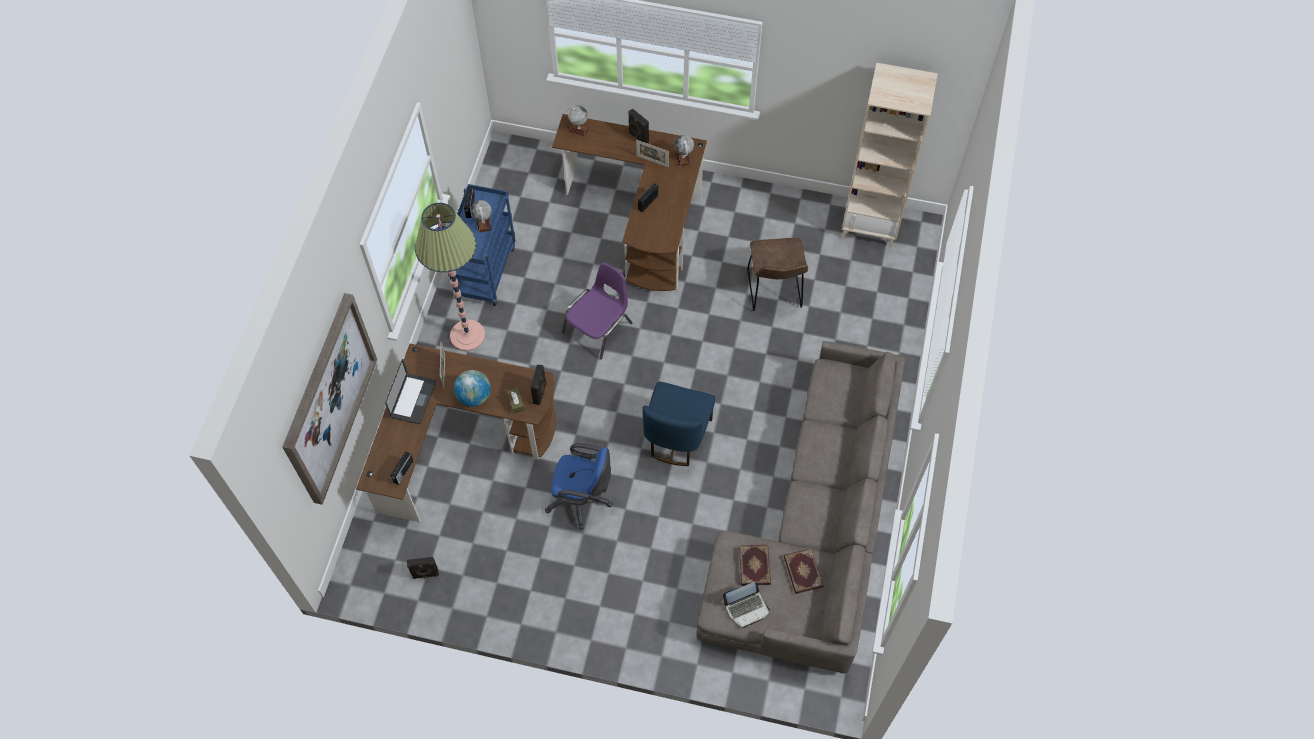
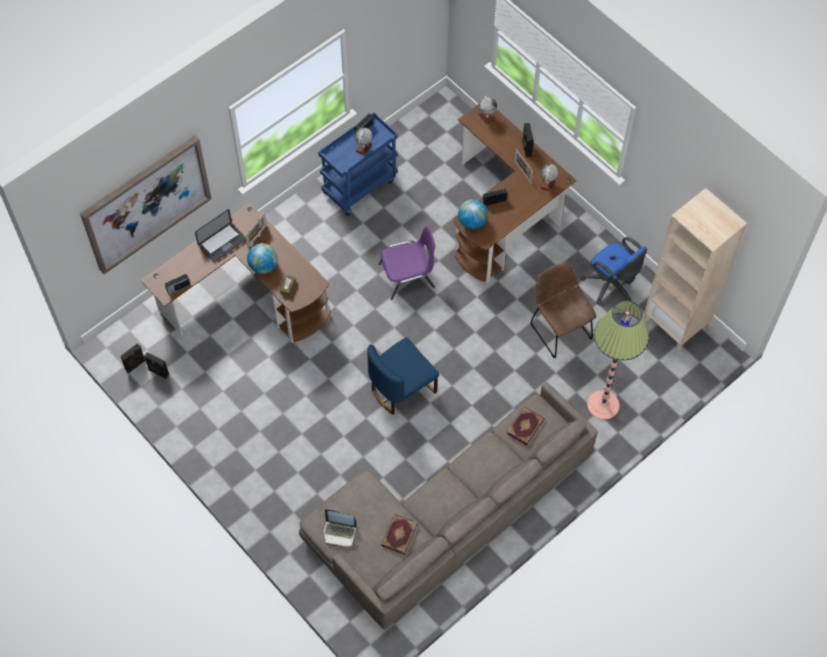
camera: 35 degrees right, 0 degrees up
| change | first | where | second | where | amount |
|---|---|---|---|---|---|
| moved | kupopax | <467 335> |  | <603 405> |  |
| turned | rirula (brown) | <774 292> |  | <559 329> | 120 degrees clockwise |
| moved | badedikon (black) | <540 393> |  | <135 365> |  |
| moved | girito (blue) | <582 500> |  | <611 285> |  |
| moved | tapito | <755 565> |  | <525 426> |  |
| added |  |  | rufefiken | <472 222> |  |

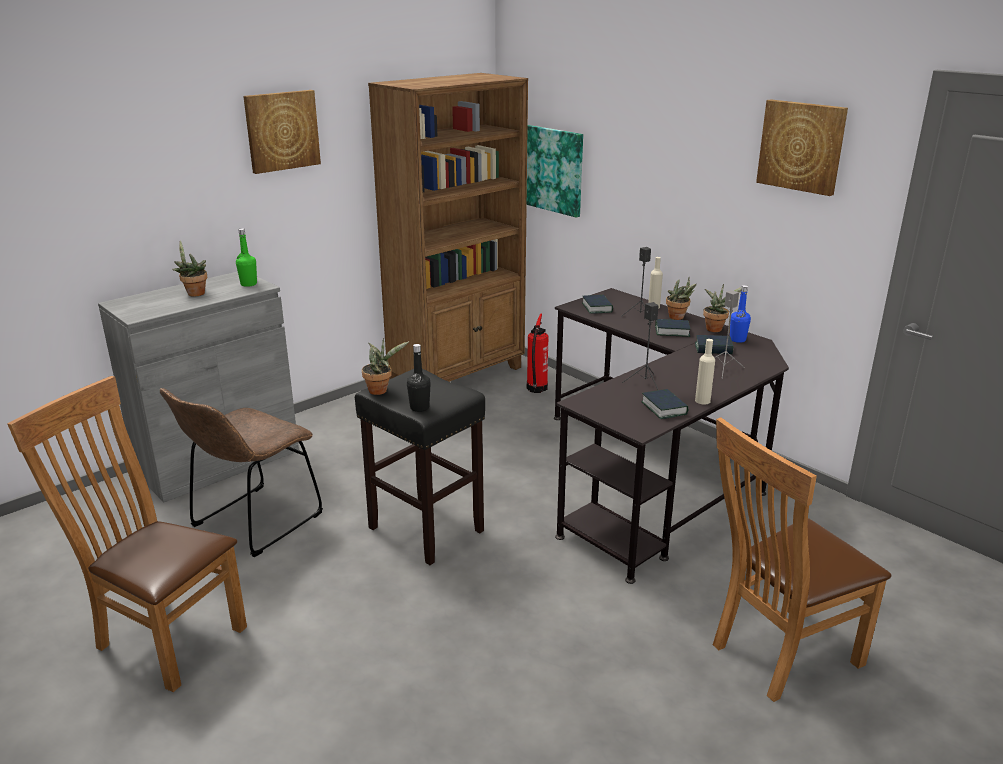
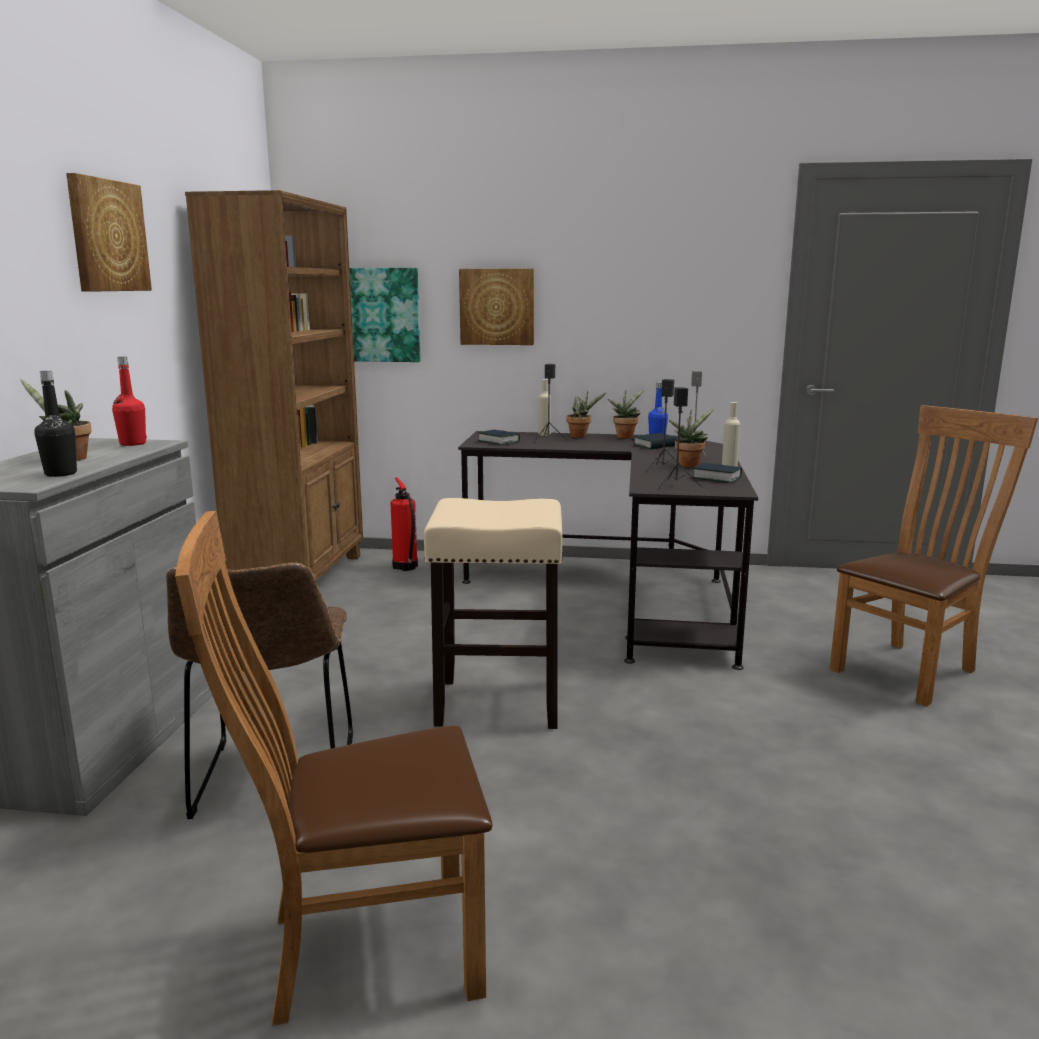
camera: 40 degrees left, 10 degrees down
| change | first | where | second | where | amount |
|---|---|---|---|---|---|
| moved | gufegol | <801 146> |  | <497 307> |  |
| recoloured | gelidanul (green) | <248 284> | gelidanul (red) | <133 443> |  |
| removed | tapito | <672 331> |  |  |  |
| moved | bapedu | <380 390> |  | <689 465> |  |
| moved | gelidanul (black) | <419 407> |  | <61 474> |  |
| recoloured | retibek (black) | <424 529> | retibek (beige) | <496 703> |  |
| turned | rirula (brown) | <778 655> |  | <910 669> | 150 degrees counterclockwise |
| added |  |  | badedikon (black) | <676 485> |  |

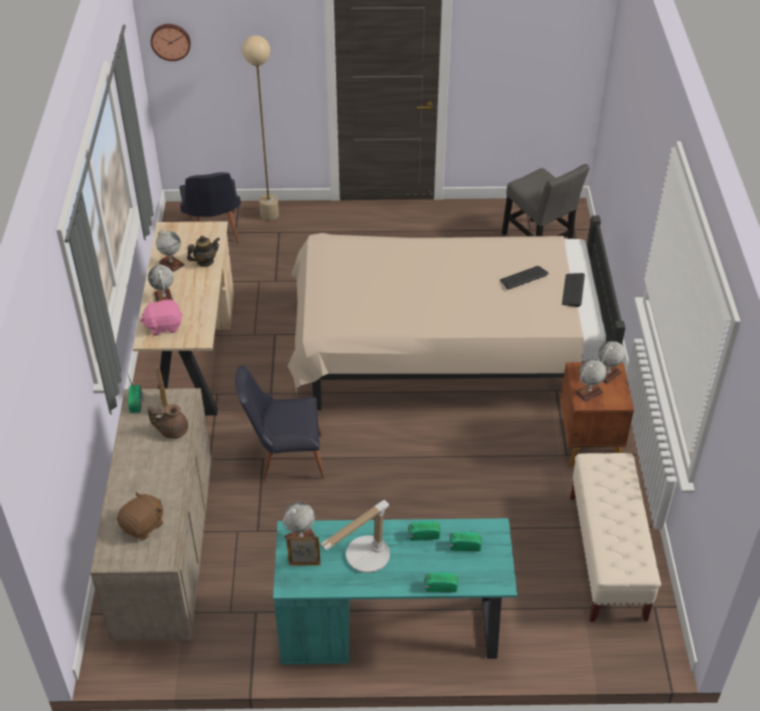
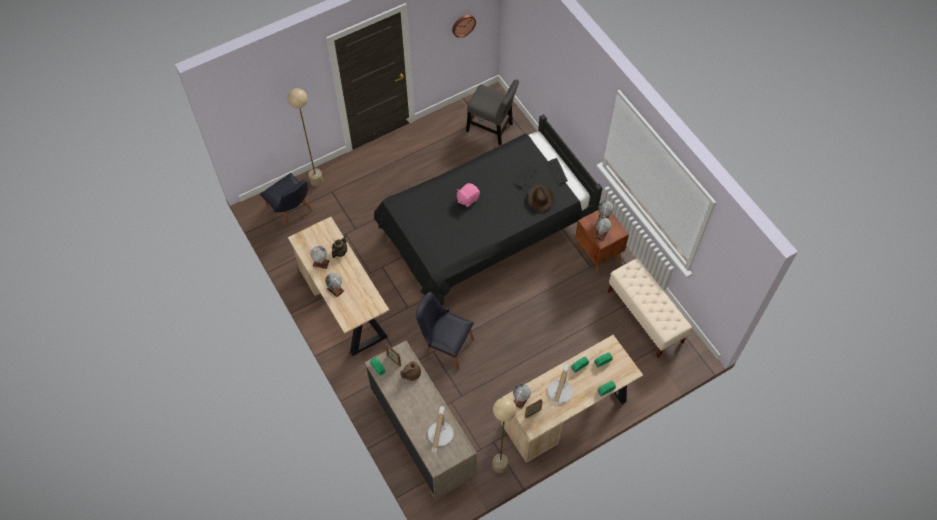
camera: 30 degrees left, 15 degrees up
| change | first | where | second | where | amount |
|---|---|---|---|---|---|
| moved | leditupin | <170 41> |  | <463 25> |  |
| recoloured | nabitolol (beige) | <444 349> | nabitolol (black) | <485 230> |  |
| moved | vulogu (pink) | <163 326> |  | <467 199> |  |
| turned | rirula (black) | <284 458> |  | <445 344> | 60 degrees clockwise |
| replaced | vulogu (brown) | <143 525> | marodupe | <440 437> |  |
| recoloured | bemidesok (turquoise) | <393 628> | bemidesok (beige) | <567 413> |  |
| added |  |  | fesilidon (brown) | <540 198> |  |
| added |  |  | kupopax (beige) | <499 466> |  |

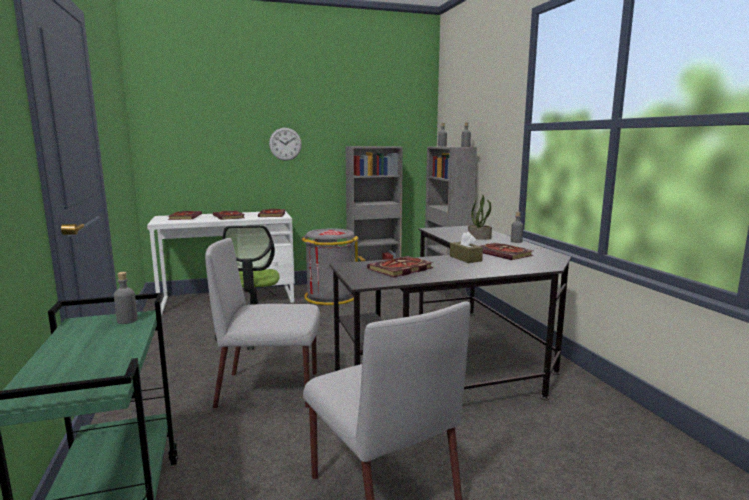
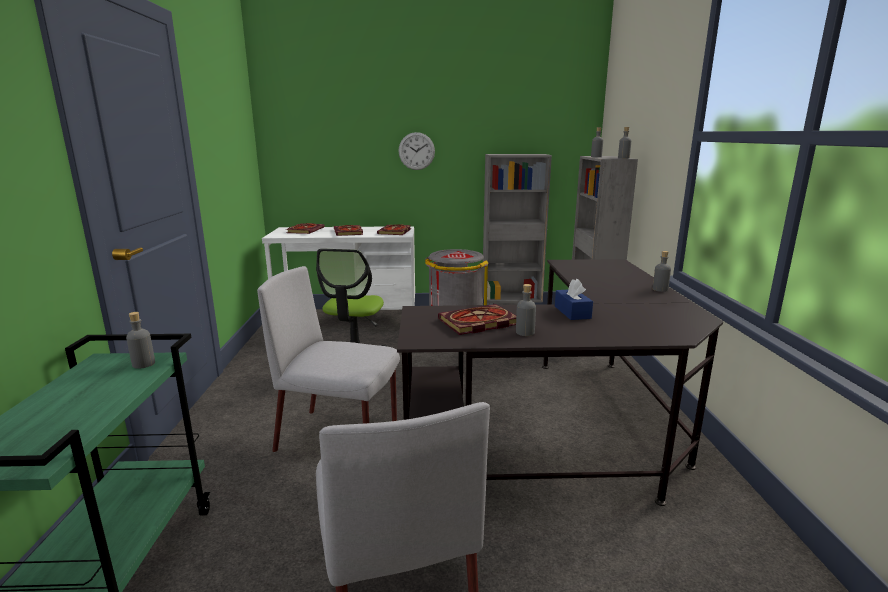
camera: 15 degrees right, 5 degrees up
| change | first | where | second | where | amount |
|---|---|---|---|---|---|
| removed | bapedu | <479 237> |  |  |  |
| recoloured | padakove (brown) | <465 258> | padakove (blue) | <572 312> |  |
| removed | tapito | <504 254> |  |  |  |
| added |  |  | gelidanul (grey) | <525 332> |  |

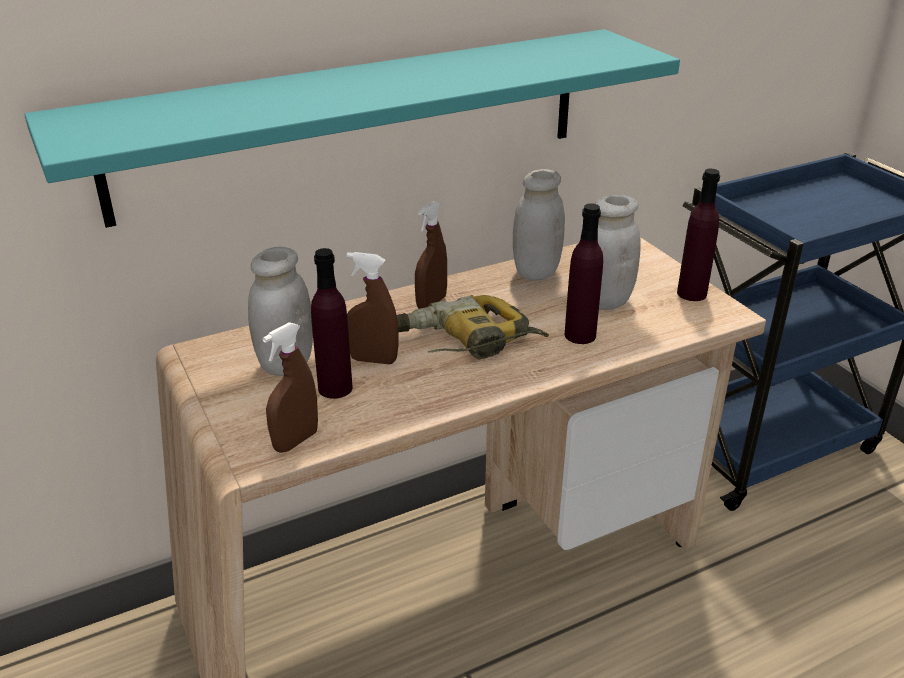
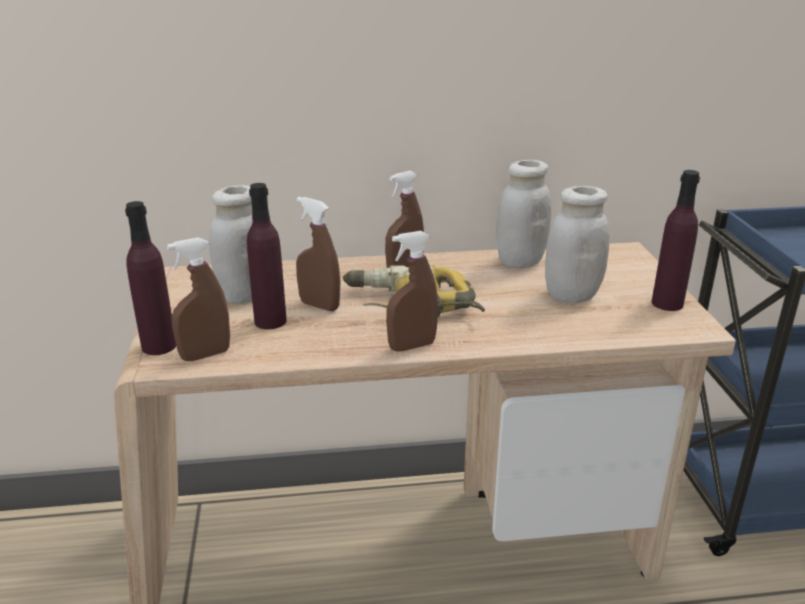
camera: 20 degrees right, 5 degrees down
| change | first | where | second | where | amount |
|---|---|---|---|---|---|
| removed | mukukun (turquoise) | <355 122> |  |  |  |
| moved | gelidanul (purple) | <580 335> |  | <159 346> |  |
| added |  |  | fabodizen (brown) | <412 346> |  |

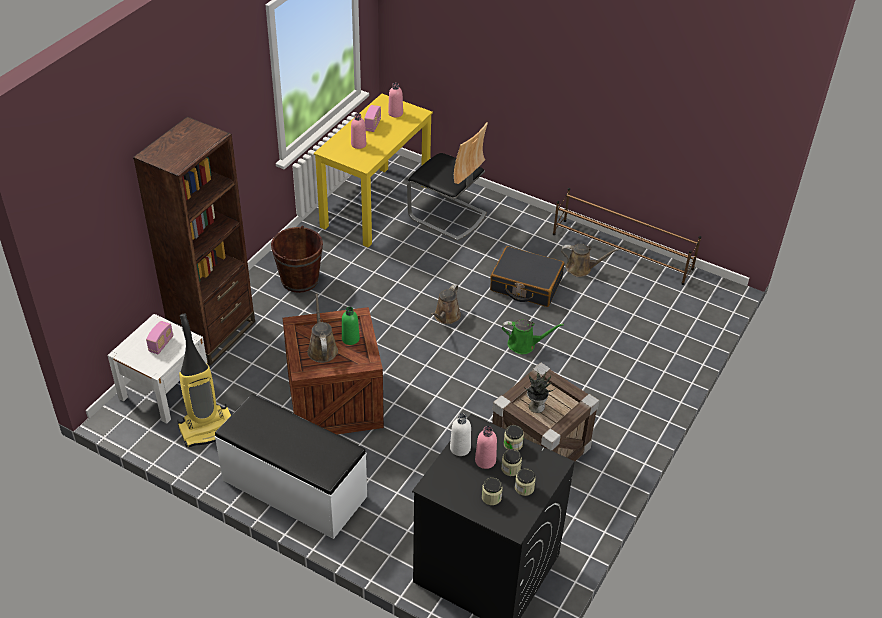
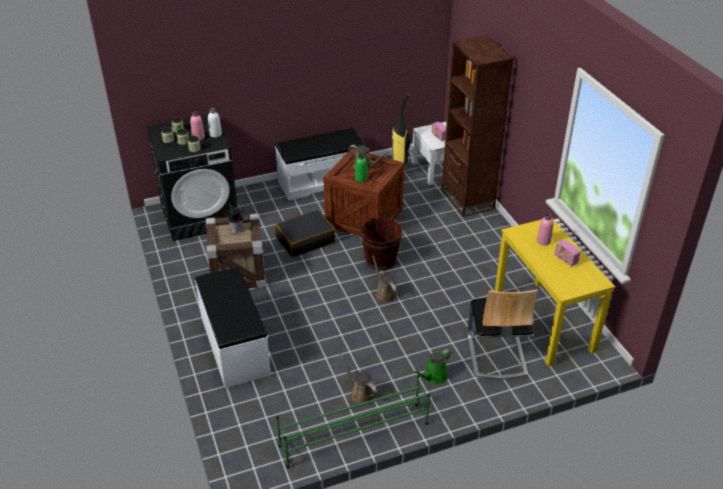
camera: 130 degrees right, 5 degrees down
| change | first | where | second | where | amount |
|---|---|---|---|---|---|
| removed | gelidanul (pink) | <395 113> |  |  |  |
| turned | rirula | <447 216> |  | <496 354> | 75 degrees counterclockwise |
| recoloured | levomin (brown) | <622 252> | levomin (green) | <353 434> |  |
| moved | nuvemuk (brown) | <300 280> |  | <380 260> |  |
| turned | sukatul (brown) | <581 268> |  | <360 394> | 90 degrees clockwise |
| moved | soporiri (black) | <526 285> |  | <305 240> |  |
| moved | sukatul (green) | <524 344> |  | <433 377> |  |
| added |  |  | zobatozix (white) | <234 345> |  |

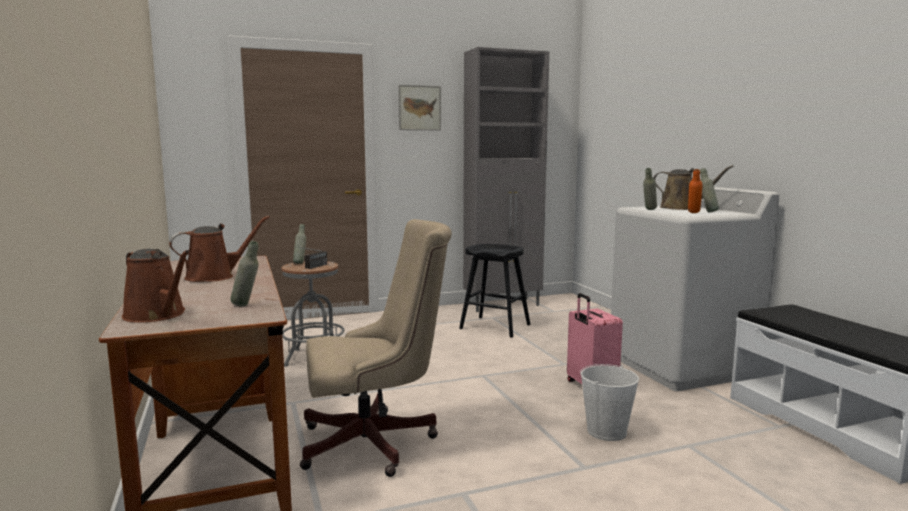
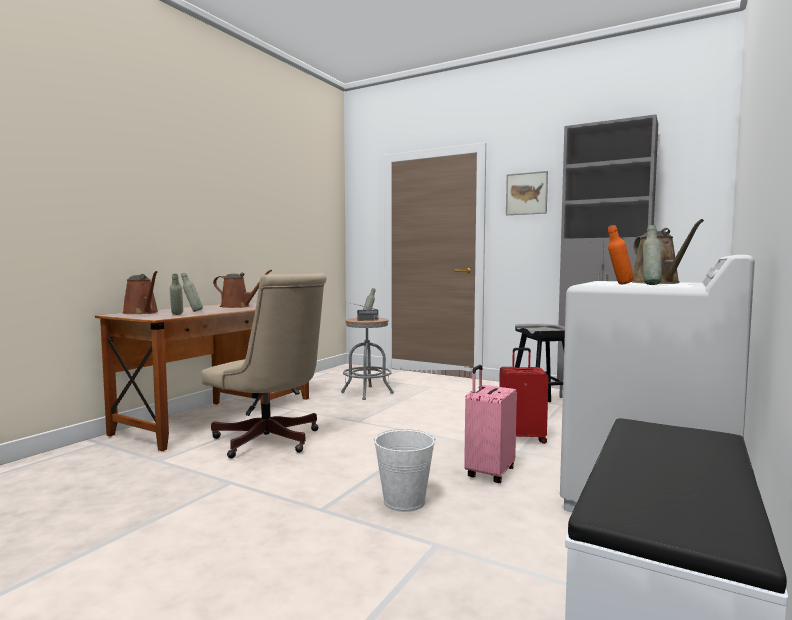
camera: 50 degrees right, 5 degrees down
| change | first | where | second | where | amount |
|---|---|---|---|---|---|
| moved | gelidanul (grey) | <649 210> |  | <192 311> |  |
| turned | sukatul (brown) | <157 315> |  | <142 313> | 45 degrees counterclockwise |
| added |  |  | soporiri (red) | <522 438> |  |

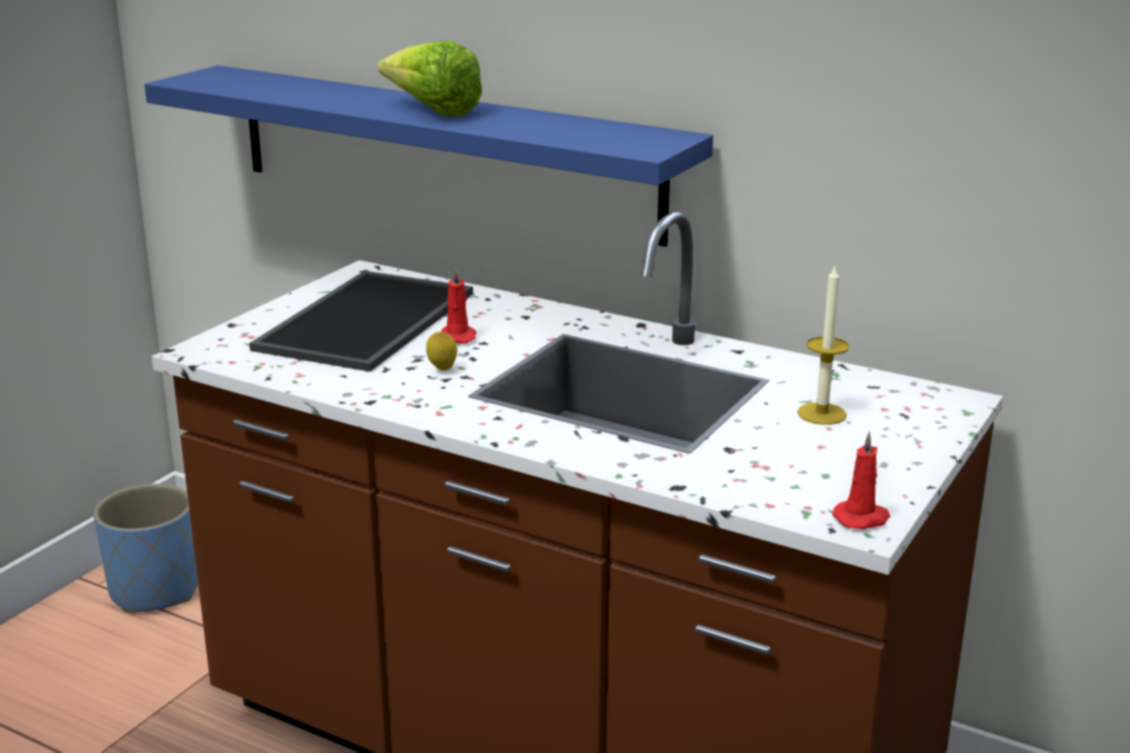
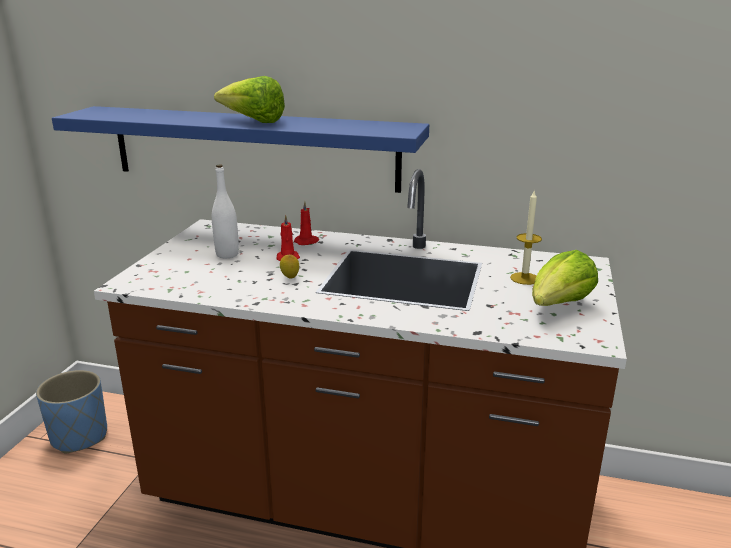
camera: 15 degrees left, 0 degrees up
| change | first | where | second | where | amount |
|---|---|---|---|---|---|
| replaced | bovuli | <369 322> | gelidanul (white) | <227 254> |  |
| moved | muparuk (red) | <862 518> |  | <307 241> |  |
| added |  |  | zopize | <559 306> |  |

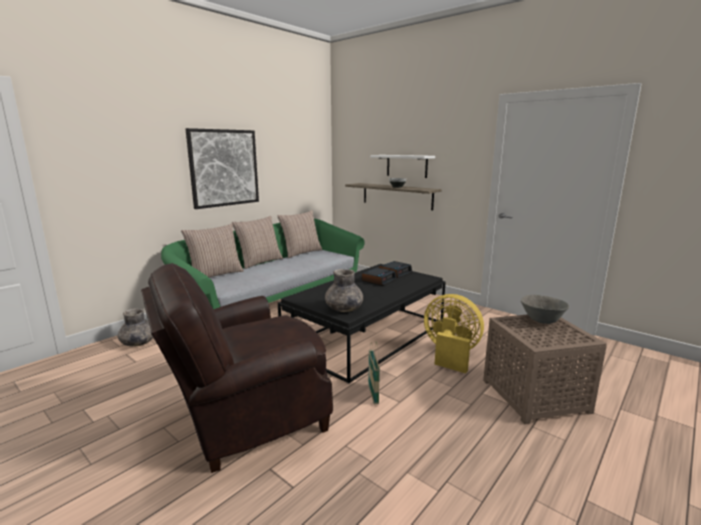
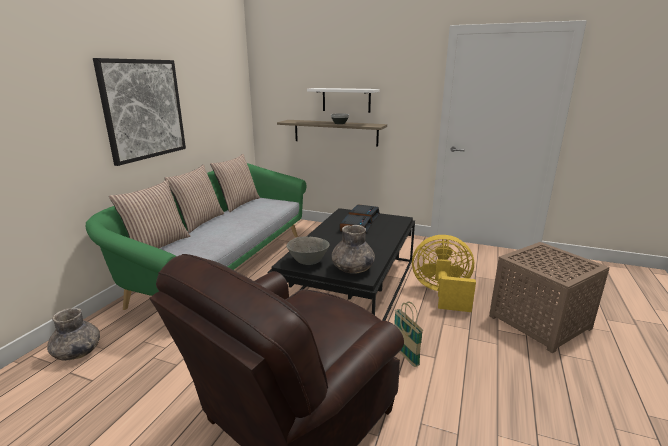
camera: 20 degrees left, 5 degrees up
| change | first | where | second | where | amount |
|---|---|---|---|---|---|
| moved | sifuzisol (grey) | <541 321> |  | <308 262> |  |

